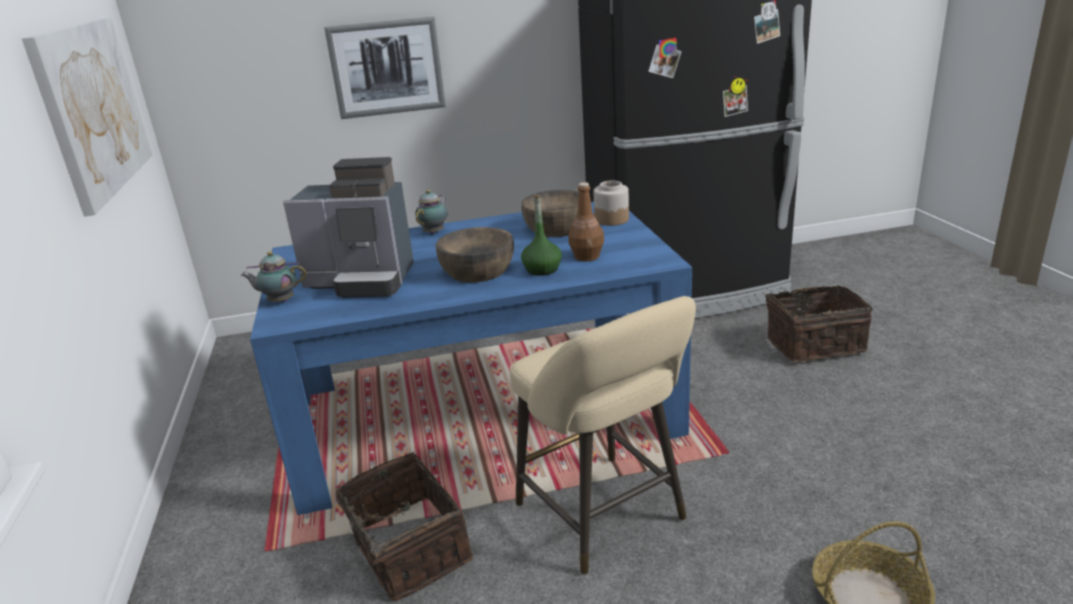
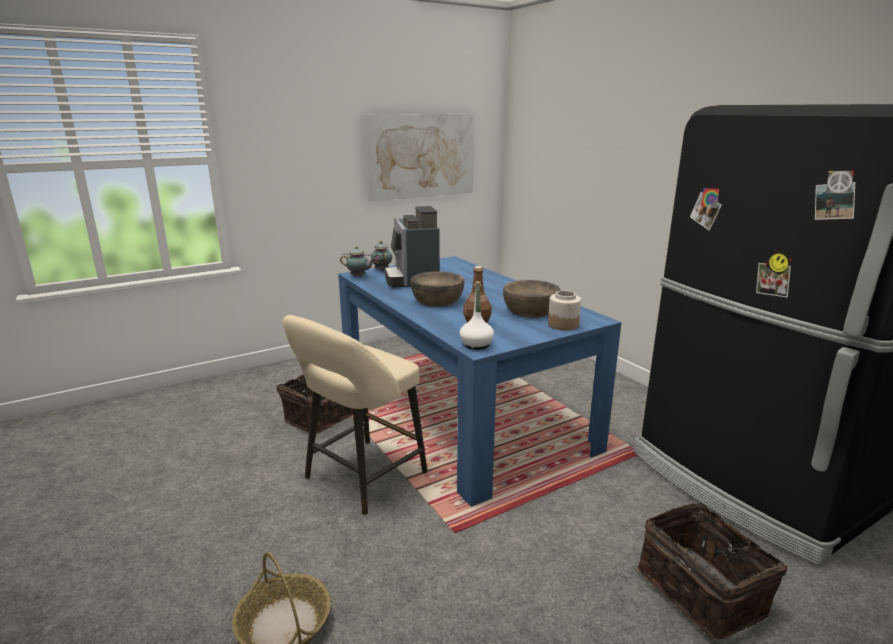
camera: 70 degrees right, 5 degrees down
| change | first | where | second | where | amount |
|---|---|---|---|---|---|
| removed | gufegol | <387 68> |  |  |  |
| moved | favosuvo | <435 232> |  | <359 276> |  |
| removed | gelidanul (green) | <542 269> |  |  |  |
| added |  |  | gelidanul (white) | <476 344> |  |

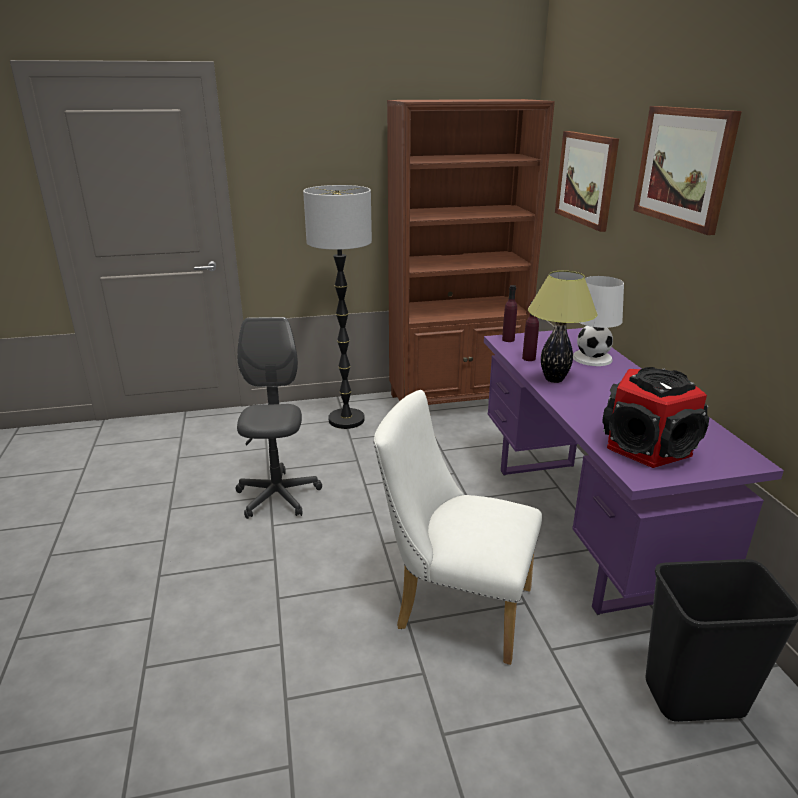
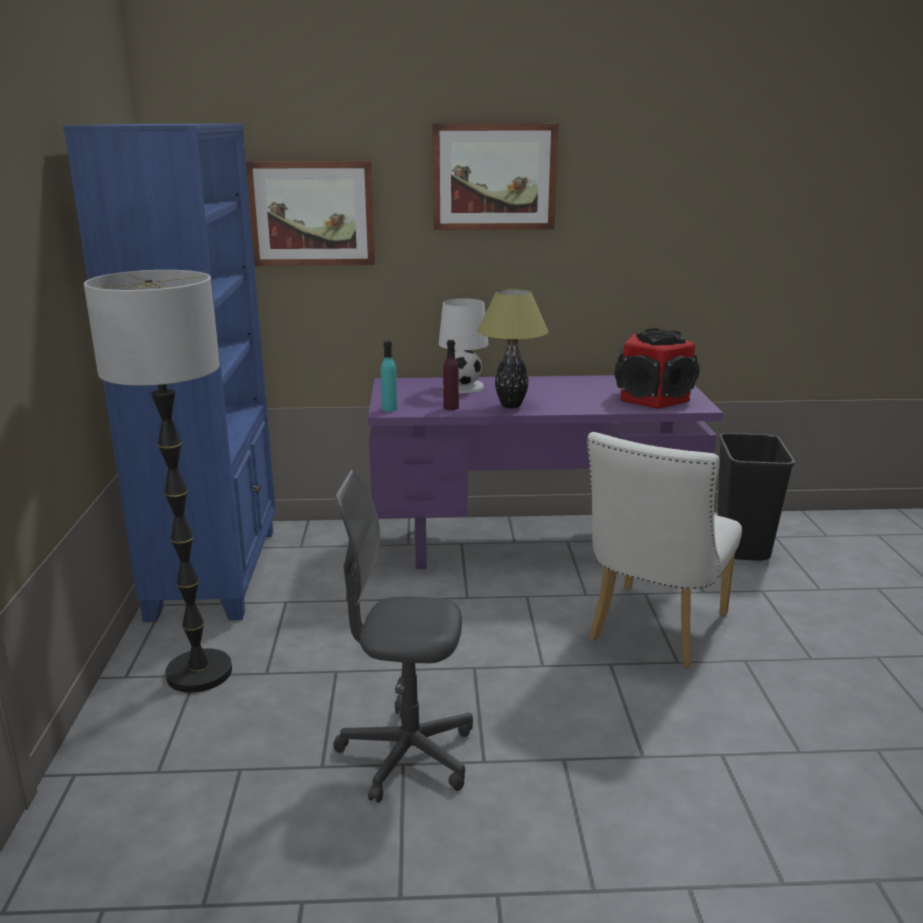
camera: 80 degrees left, 5 degrees down
| change | first | where | second | where | amount |
|---|---|---|---|---|---|
| recoloured | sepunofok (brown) | <456 401> | sepunofok (blue) | <216 571> |  |
| recoloured | gelidanul (purple) | <508 339> | gelidanul (turquoise) | <389 409> |  |

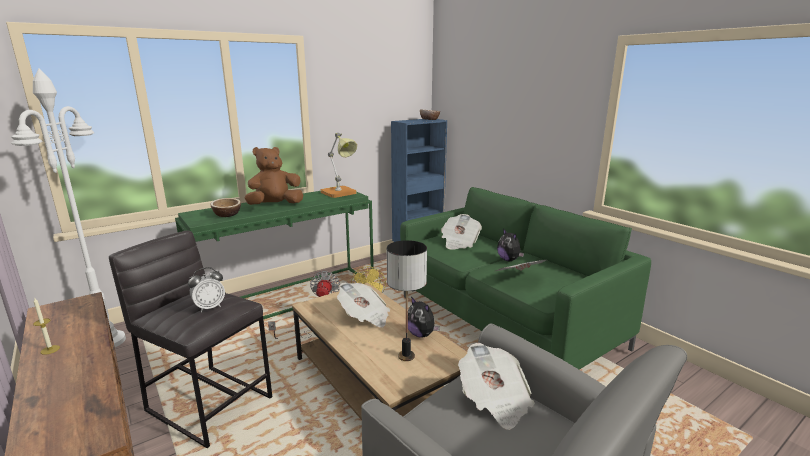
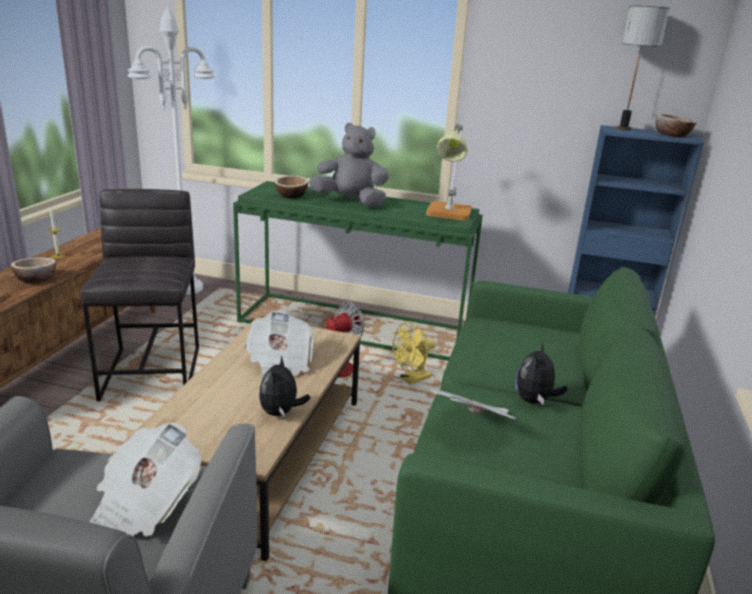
camera: 50 degrees right, 5 degrees up
| change | first | where | second | where | amount |
|---|---|---|---|---|---|
| recoloured | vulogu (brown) | <275 205> | vulogu (grey) | <351 202> |  |
| removed | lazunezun | <459 243> |  |  |  |
| moved | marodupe | <406 356> |  | <623 128> |  |
| removed | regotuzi | <209 307> |  |  |  |
| added |  |  | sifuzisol | <36 279> |  |

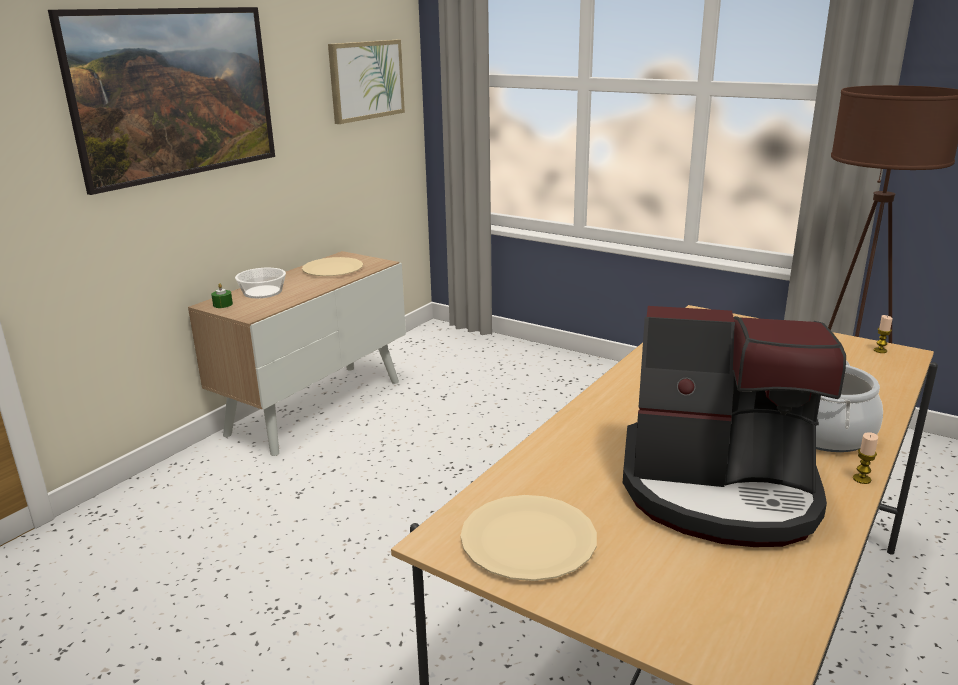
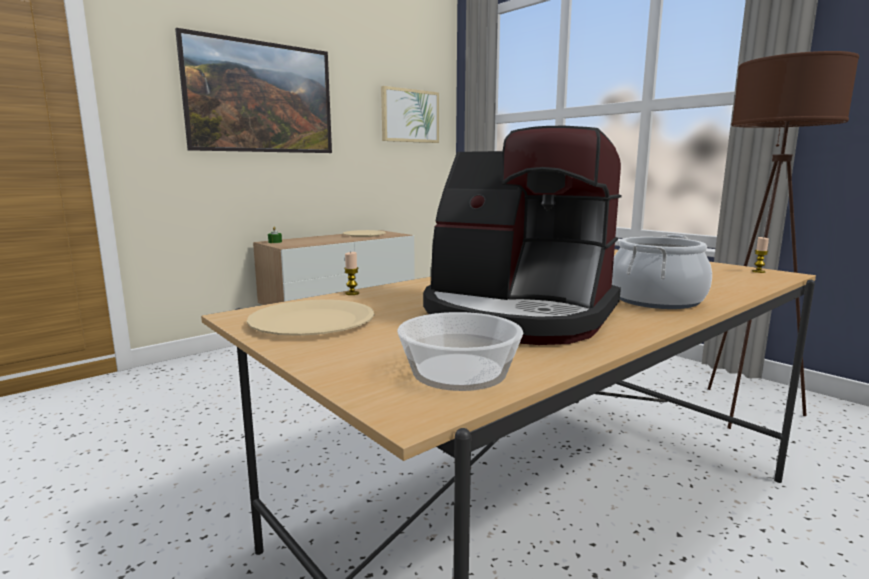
camera: 15 degrees right, 10 degrees down
| change | first | where | second | where | amount |
|---|---|---|---|---|---|
| moved | sifuzisol | <262 292> |  | <458 371> |  |
| moved | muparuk | <861 479> |  | <352 293> |  |

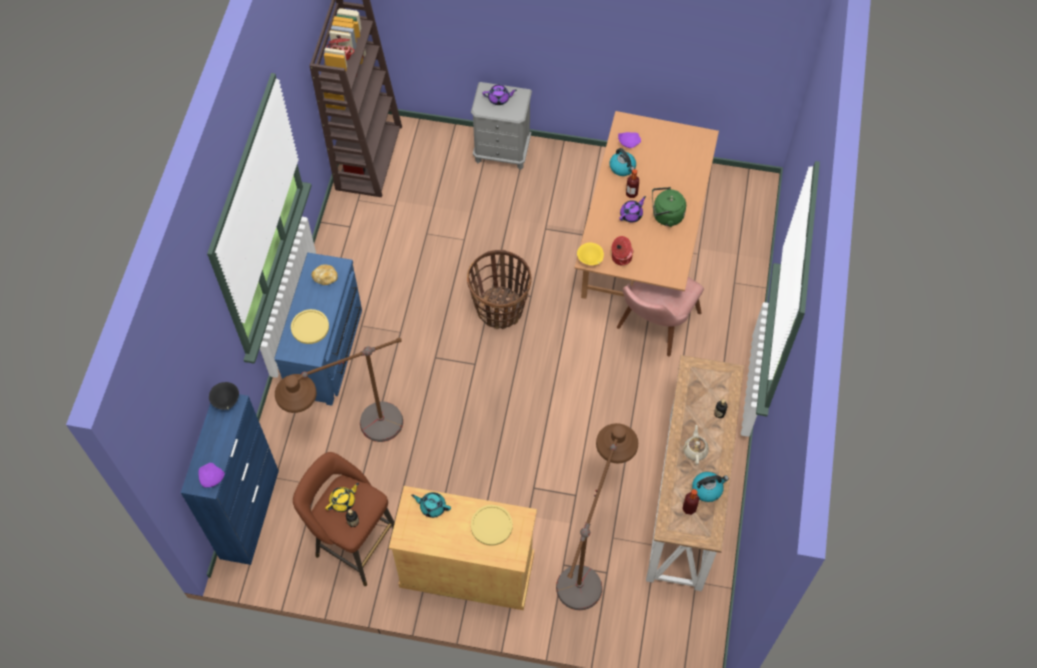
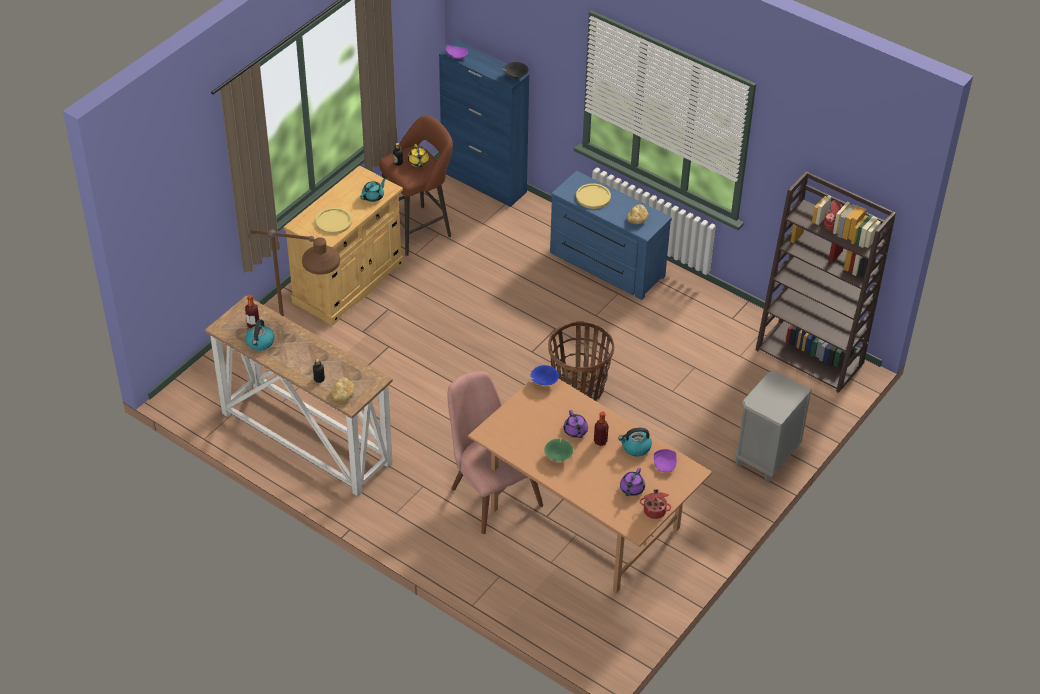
camera: 115 degrees right, 15 degrees down
| change | first | where | second | where | amount |
|---|---|---|---|---|---|
| moved | favosuvo (purple) | <499 99> |  | <631 489> |  |
| replaced | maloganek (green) | <665 216> | sifuzisol (green) | <558 456> |  |
| moved | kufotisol | <621 257> |  | <654 510> |  |
| recoloured | sifuzisol (yellow) | <590 259> | sifuzisol (blue) | <543 382> |  |
| removed | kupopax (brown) | <357 441> |  |  |  |
| removed | favosuvo (beige) | <695 450> |  |  |  |
| added |  |  | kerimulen | <343 394> |  |

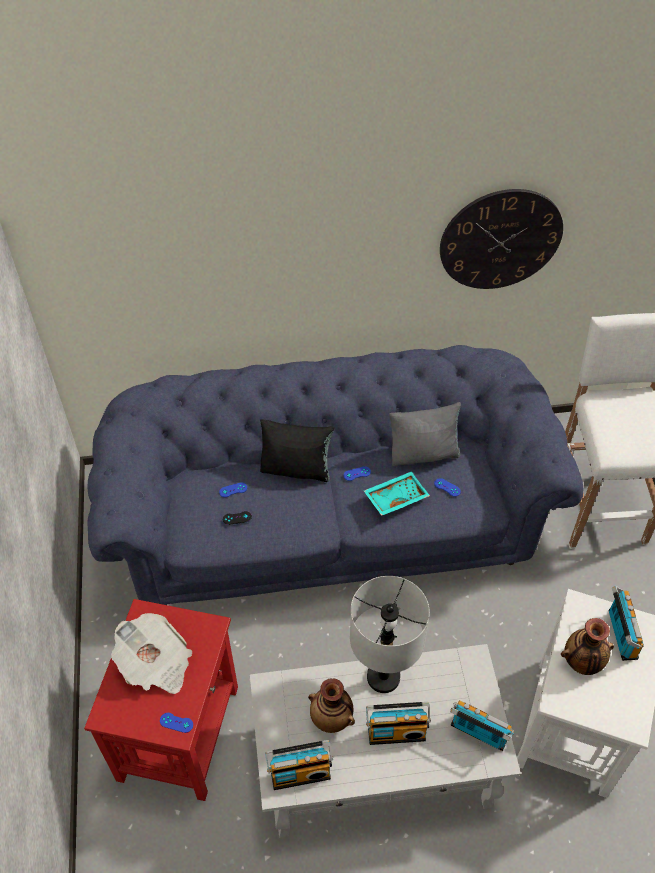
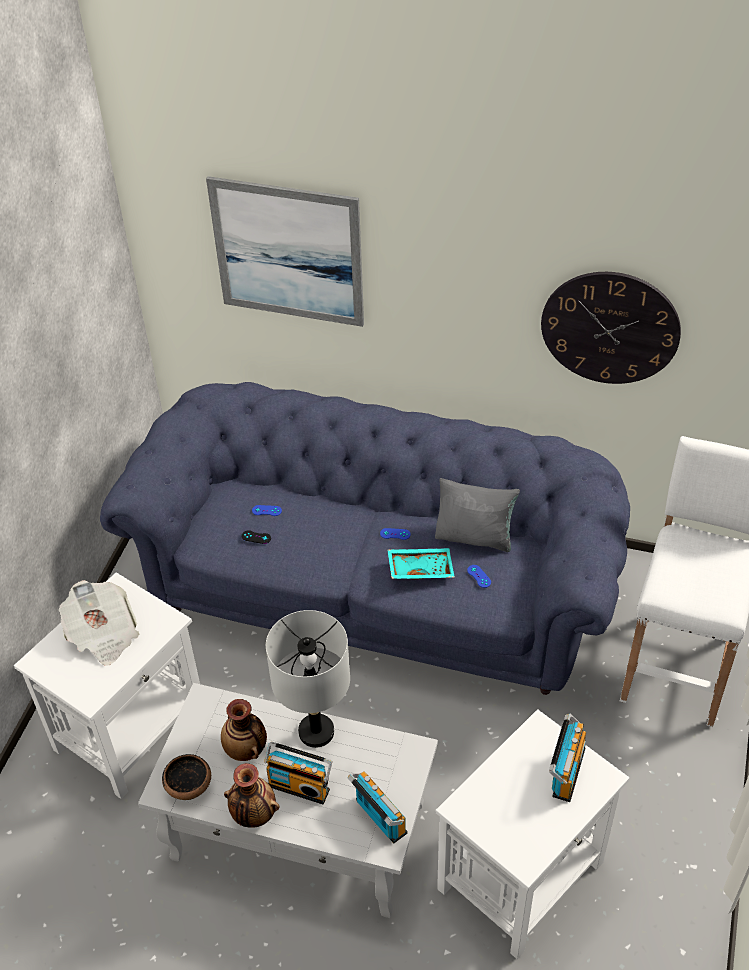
camera: 25 degrees right, 5 degrees down
| change | first | where | second | where | amount |
|---|---|---|---|---|---|
| removed | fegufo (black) | <296 469> |  |  |  |
| recoloured | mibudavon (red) | <180 733> | mibudavon (white) | <131 730> |  |
| moved | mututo | <582 662> |  | <253 814> |  |
| removed | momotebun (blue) | <176 722> |  |  |  |
| replaced | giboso | <300 773> | sifuzisol | <189 786> |  |
| added |  |  | gufegol | <288 252> |  |

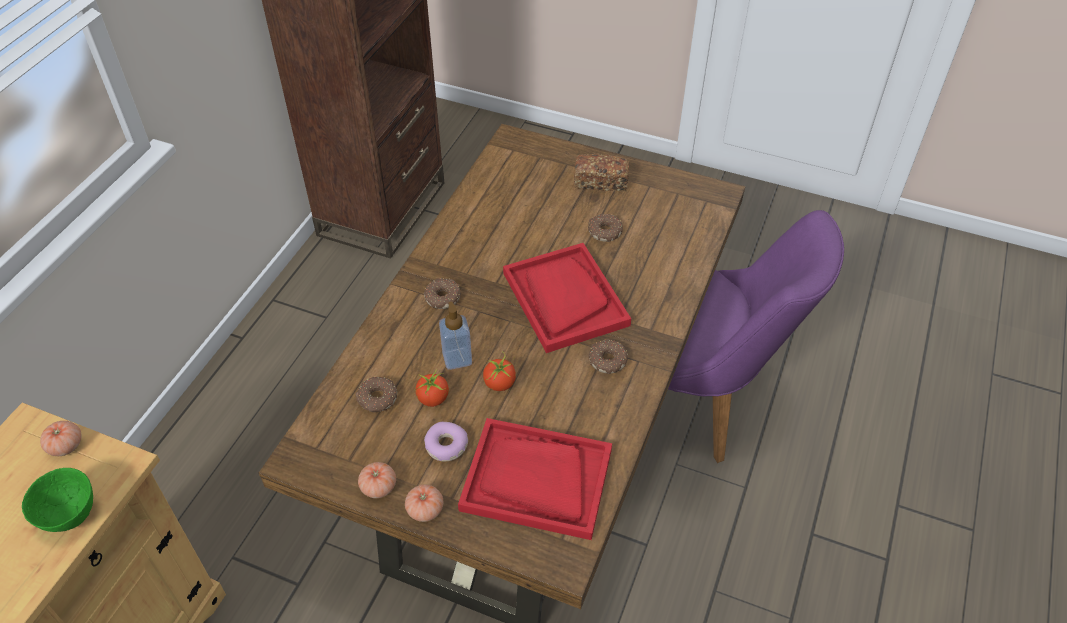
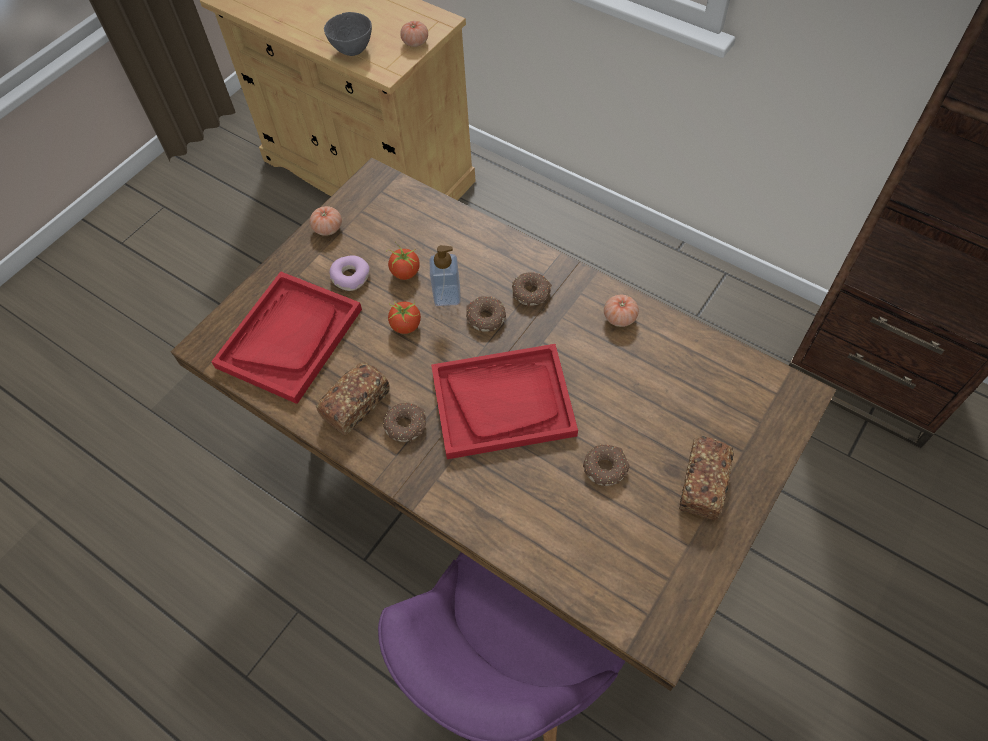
camera: 105 degrees right, 10 degrees up
| change | first | where | second | where | amount |
|---|---|---|---|---|---|
| moved | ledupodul | <377 399> |  | <485 317> |  |
| recoloured | sifuzisol (green) | <72 516> | sifuzisol (grey) | <353 51> |  |
| moved | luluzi | <425 510> |  | <619 317> |  |
| added |  |  | kerimulen | <356 405> |  |

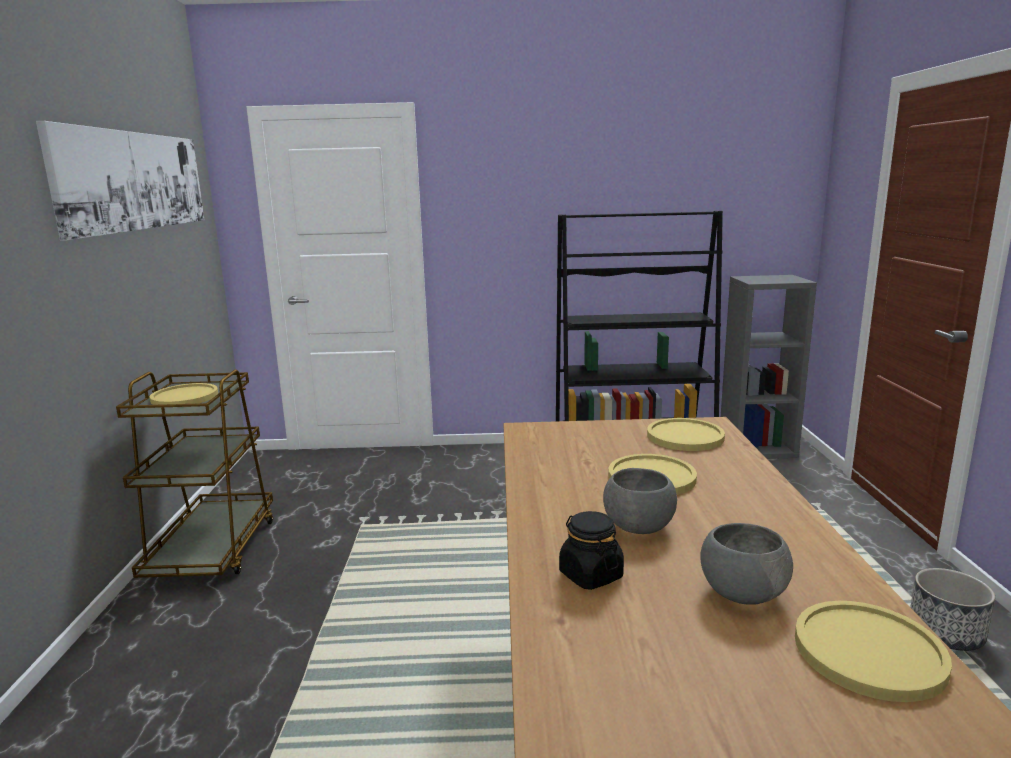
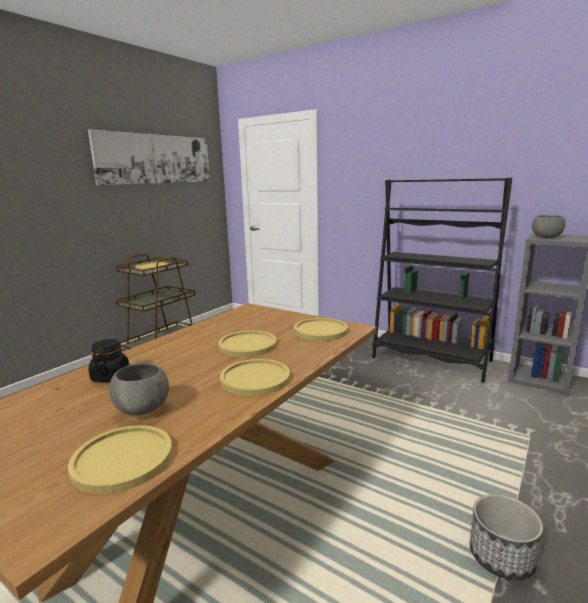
camera: 35 degrees right, 0 degrees up
| change | first | where | second | where | amount |
|---|---|---|---|---|---|
| moved | sifuzisol (grey) | <639 528> |  | <546 238> |  |
| added |  |  | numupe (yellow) | <255 378> |  |

